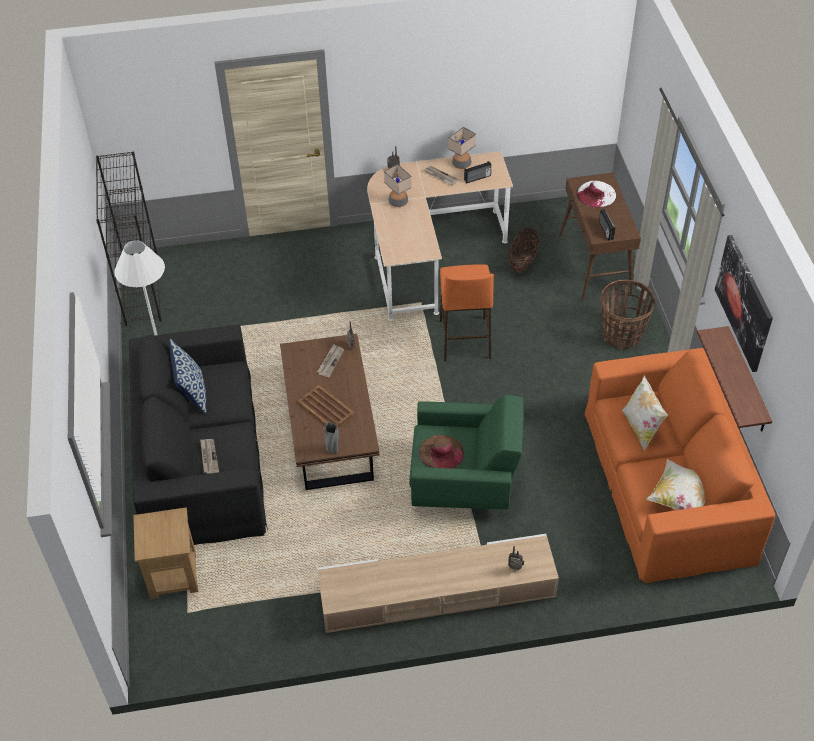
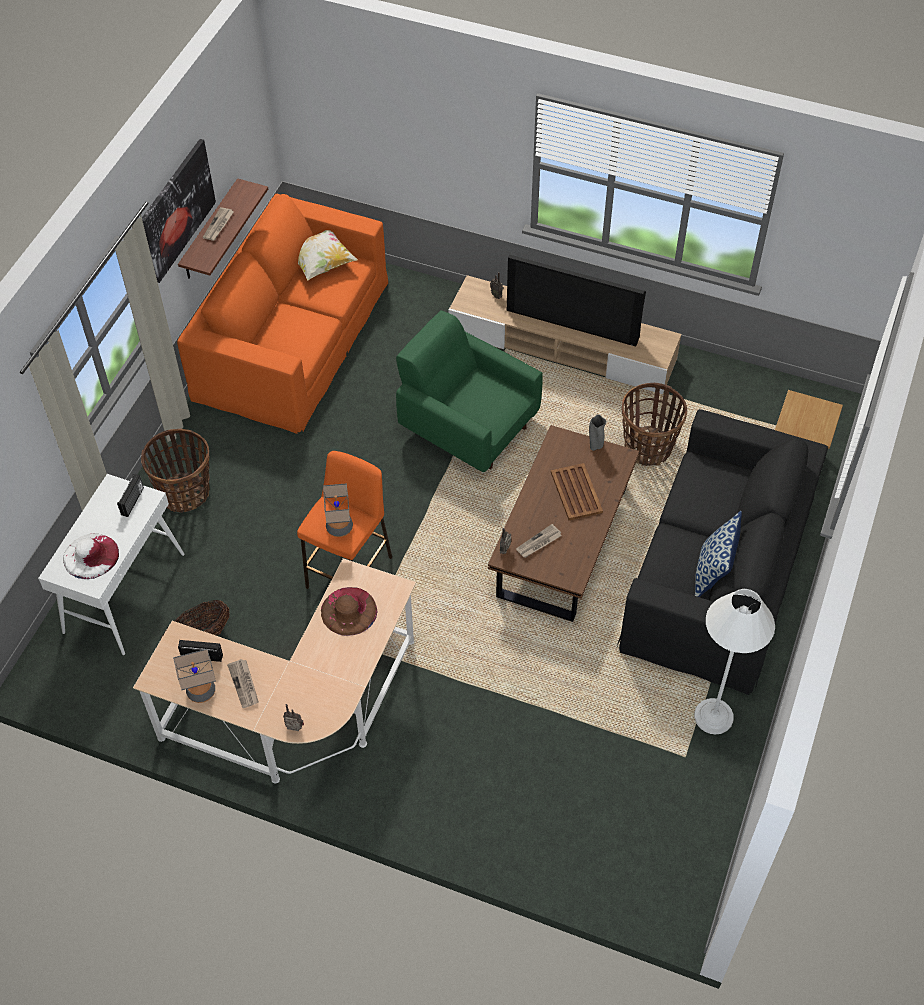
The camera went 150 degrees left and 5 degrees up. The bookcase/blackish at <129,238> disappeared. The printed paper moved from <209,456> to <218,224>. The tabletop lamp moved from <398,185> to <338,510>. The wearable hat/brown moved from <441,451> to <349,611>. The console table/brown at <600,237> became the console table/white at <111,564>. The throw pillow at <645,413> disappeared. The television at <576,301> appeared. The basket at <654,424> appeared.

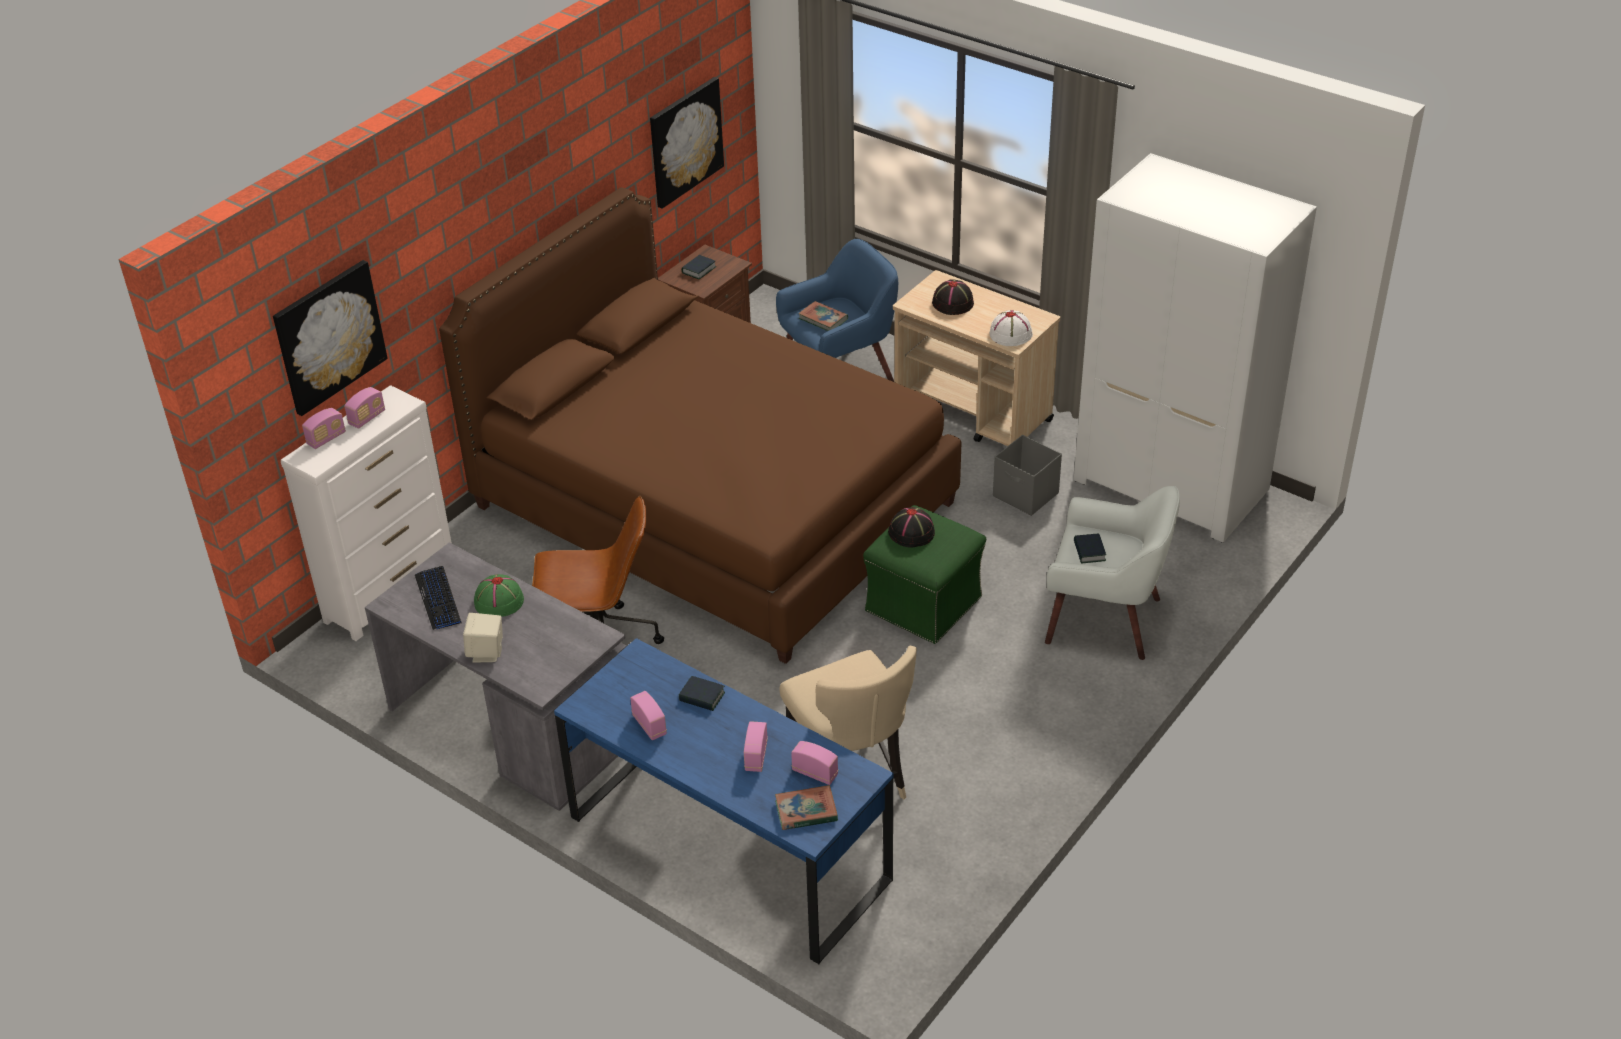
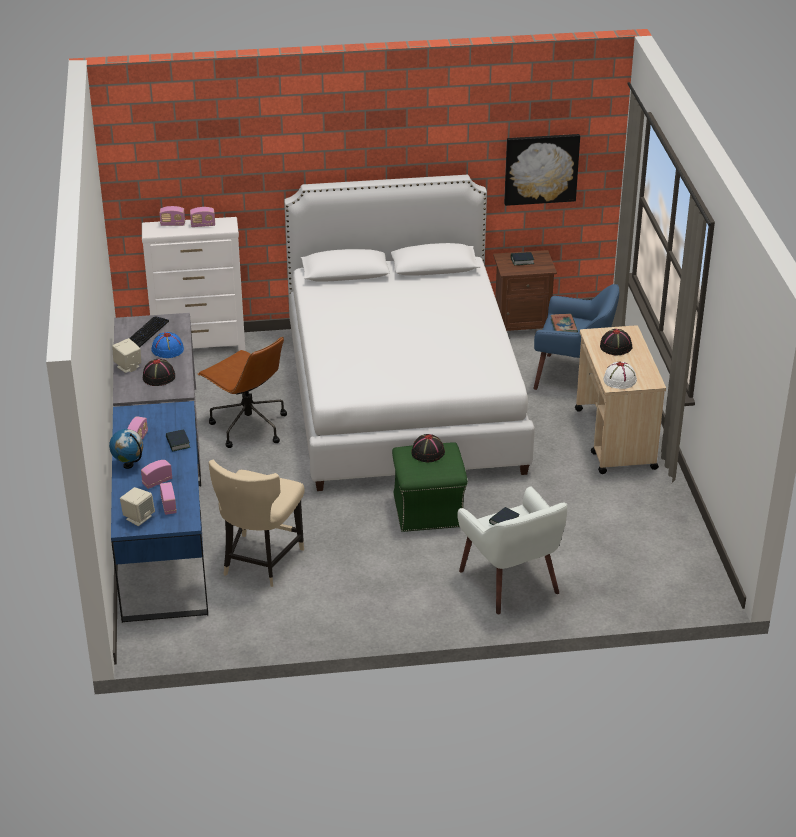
The camera went 45 degrees right and 5 degrees down. The picture at <330,338> disappeared. The bed/brown at <700,425> became the bed/white at <409,333>. The wearable hat/green-coloured at <499,595> became the wearable hat/blue-coloured at <167,345>. The book at <806,807> was replaced by the speaker/beige-coloured at <137,506>. The storage bin/greyish at <1027,475> disappeared. The wardrobe/white at <1195,348> disappeared. The desk globe at <126,449> appeared. The wearable hat/blackish at <159,372> appeared.

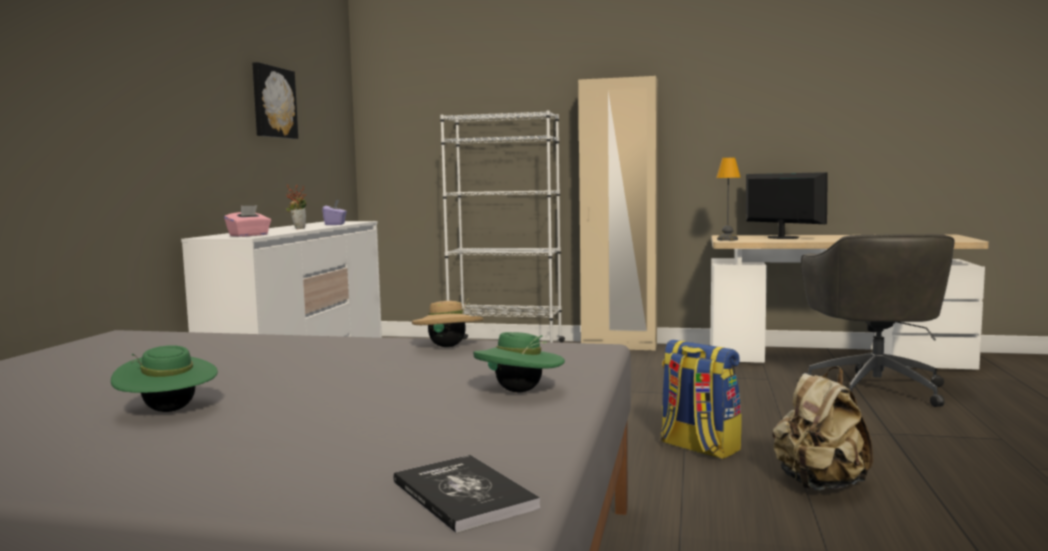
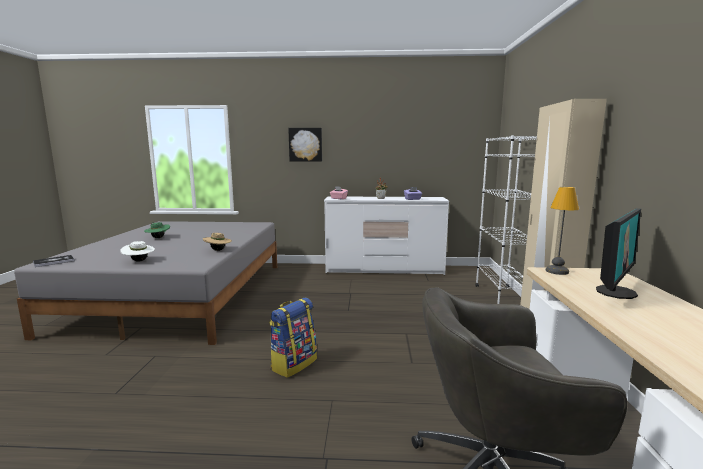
The camera went 80 degrees right and 5 degrees up. The picture moved from <275,100> to <305,145>. The wearable hat/green-coloured at <519,362> became the wearable hat/white at <137,251>. The backpack/beige-coloured at <823,428> disappeared.

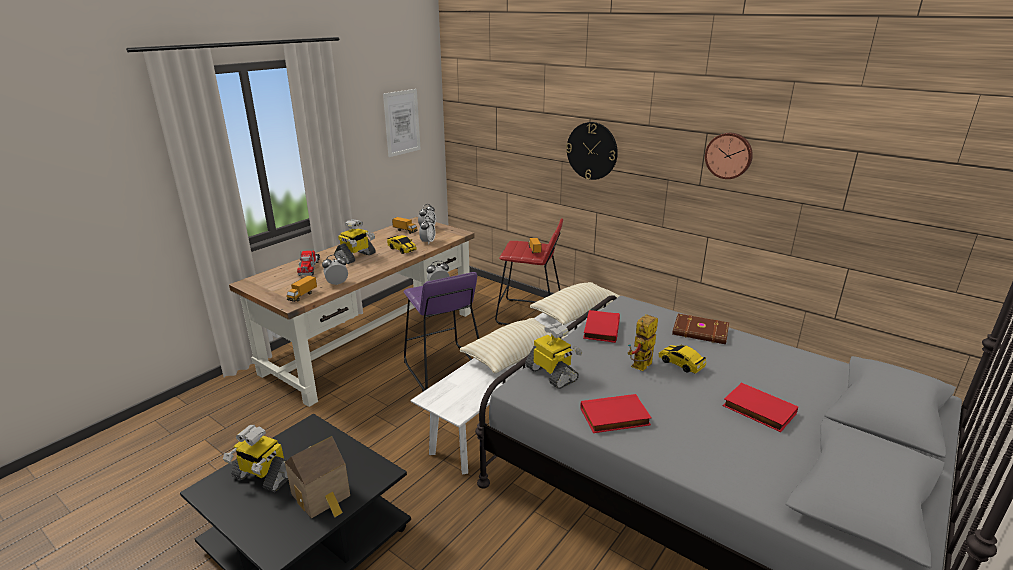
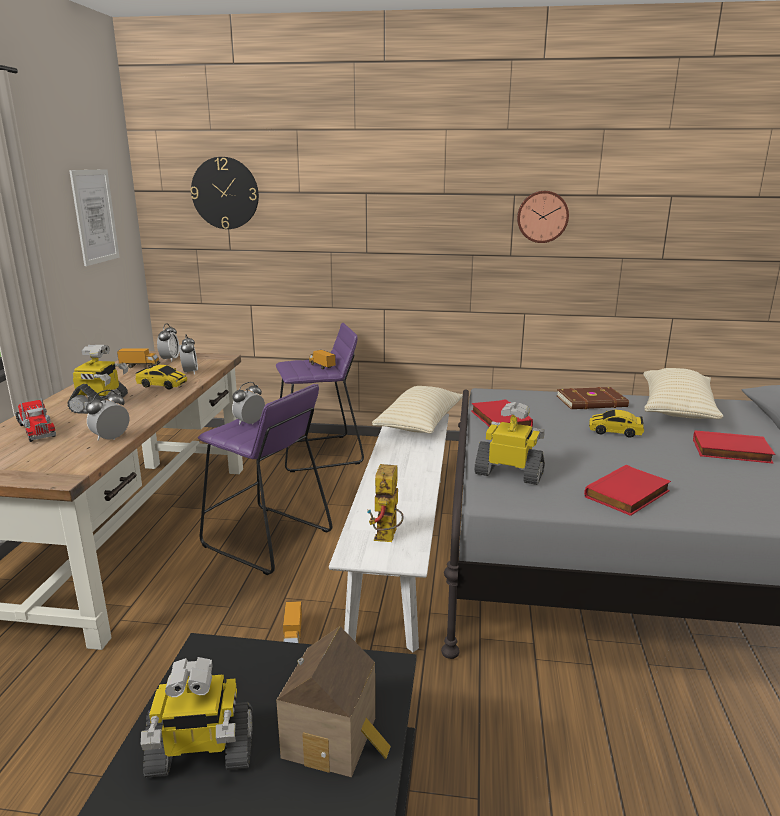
The camera went 30 degrees left and 5 degrees down. The toy lorry moved from <302,289> to <292,622>. The throw pillow/beige-coloured moved from <513,346> to <683,393>. The stool seat/reddish at <529,271> became the stool seat/purple-coloured at <320,397>. The clock on the wall moved from <592,151> to <225,193>. The toy robot moved from <643,342> to <385,503>.

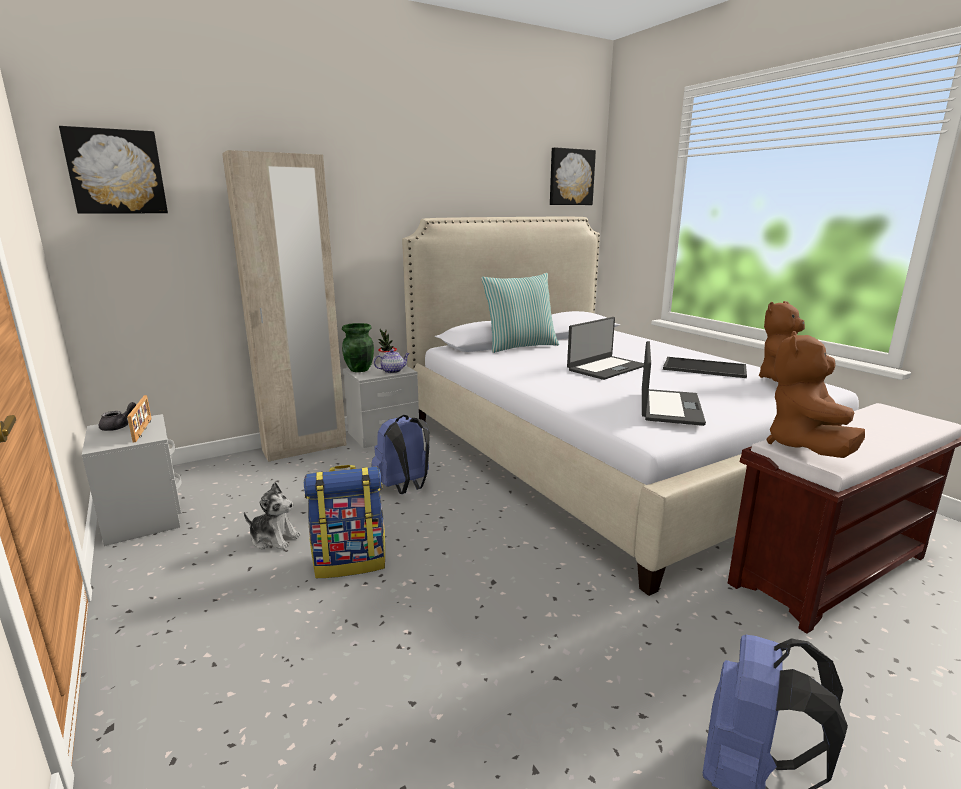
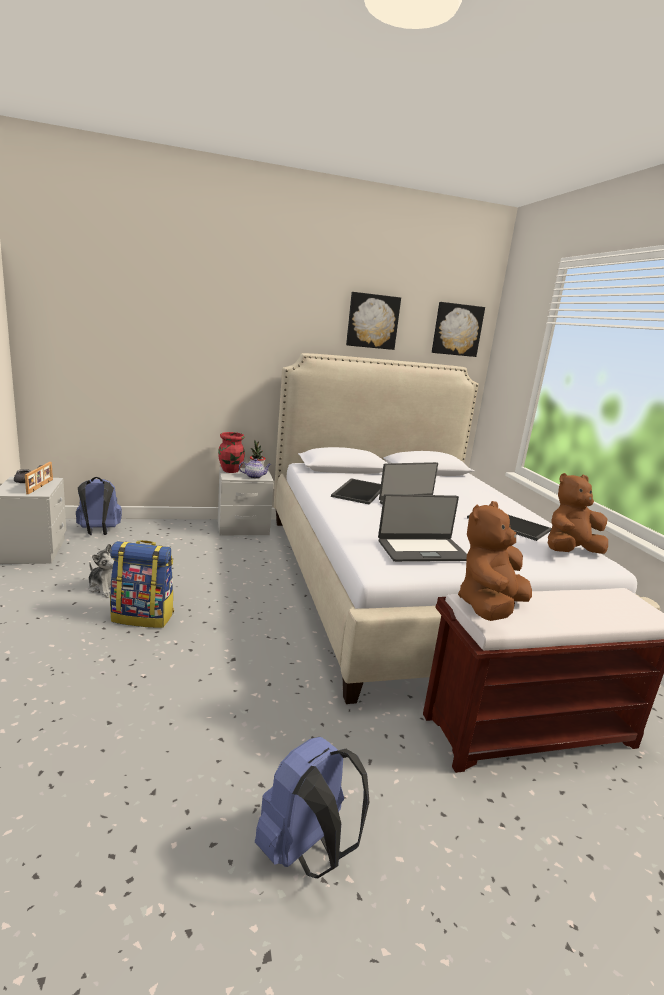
The camera went 15 degrees right and 0 degrees up. The picture moved from <113,170> to <373,321>. The wardrobe/beige-coloured at <284,306> disappeared. The vase/green-coloured at <358,347> became the vase/reddish at <231,452>. The backpack/blue-coloured moved from <401,454> to <99,506>. The throw pillow at <520,313> disappeared. The notebook computer at <674,383> turned 45 degrees clockwise. The carrying tray at <356,491> appeared.

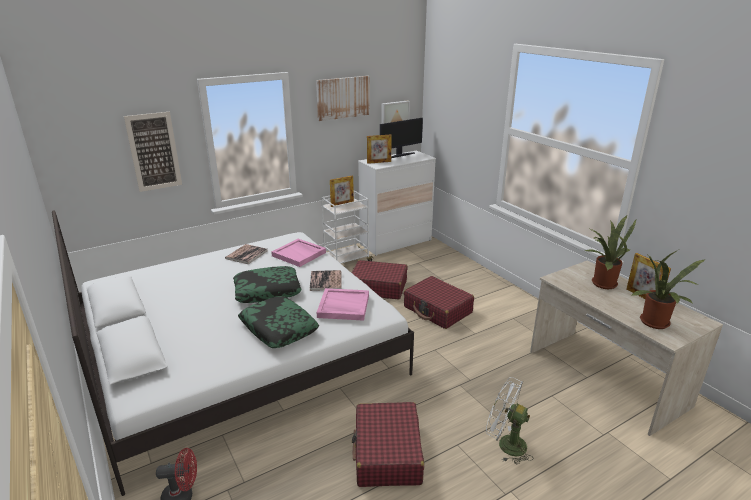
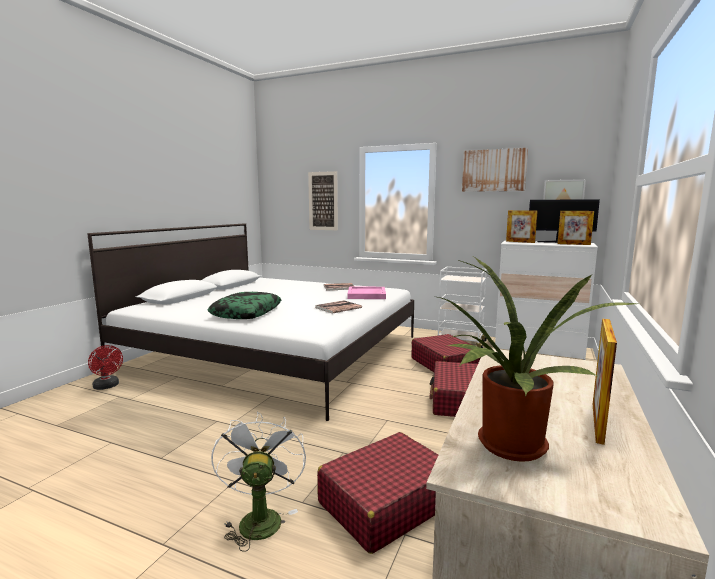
The camera went 55 degrees right and 15 degrees down. The throw pillow at <267,284> disappeared. The carrying tray/pinkish at <343,304> disappeared. The picture frame moved from <342,191> to <575,228>. The piece of luggage/reddish moved from <388,444> to <377,493>. The potted plant at <610,252> disappeared.

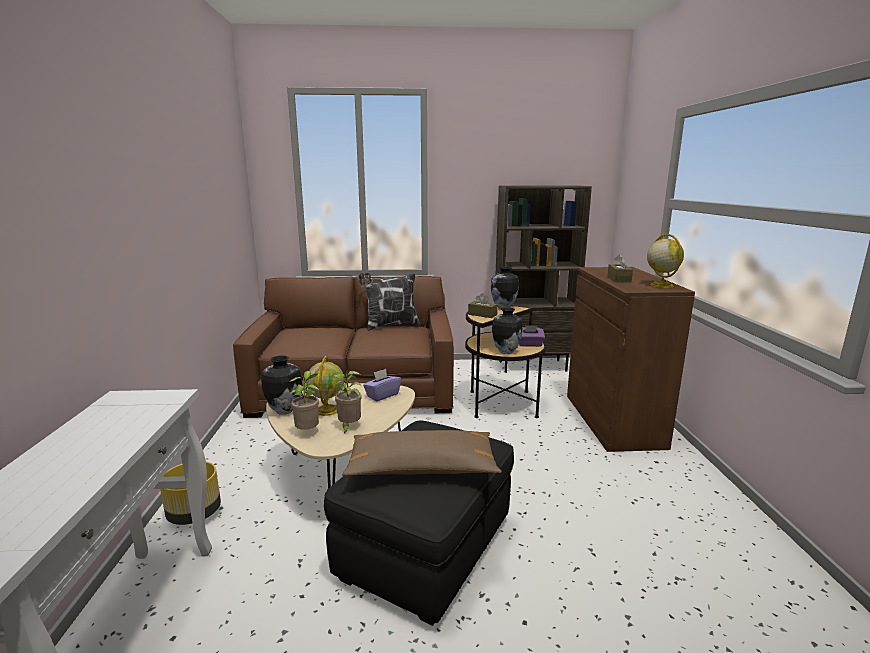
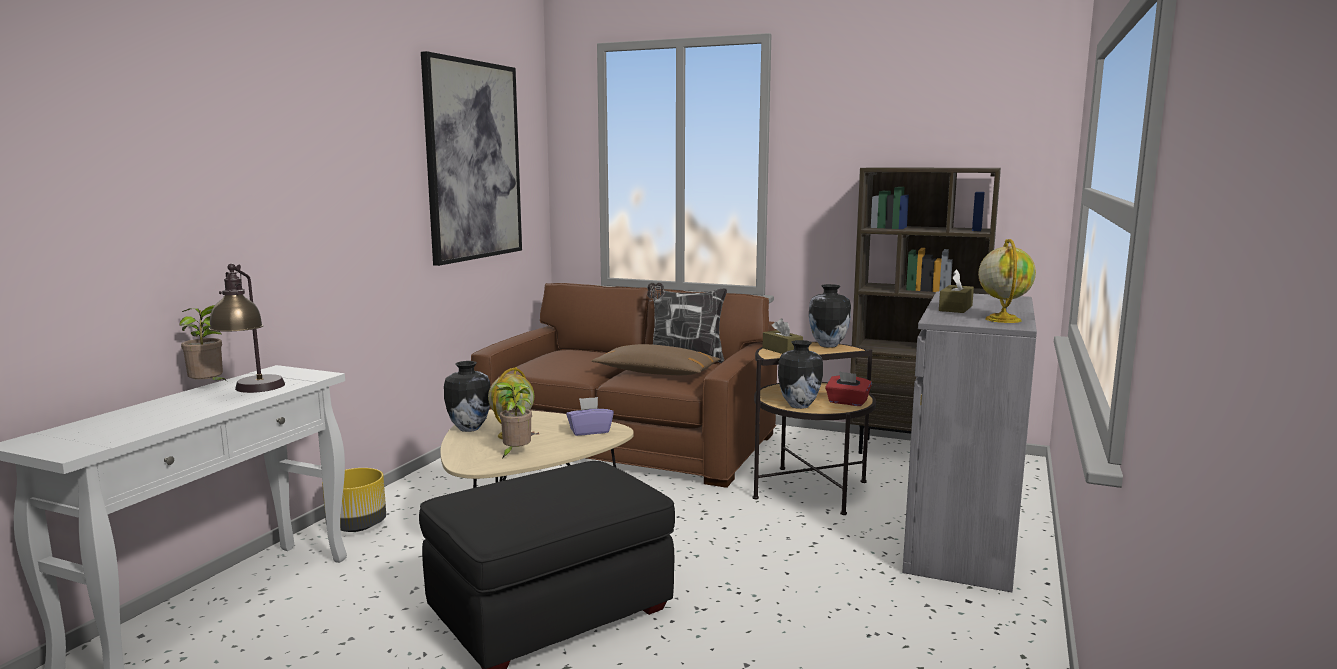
The camera went 25 degrees right and 5 degrees down. The potted plant moved from <304,400> to <203,343>. The throw pillow/brown moved from <422,453> to <656,359>. The tissue holder/purple-coloured at <532,336> became the tissue holder/reddish at <848,388>. The cabinet/brown at <631,359> became the cabinet/greyish at <969,442>. The tabletop lamp at <247,328> appeared. The picture at <471,158> appeared.

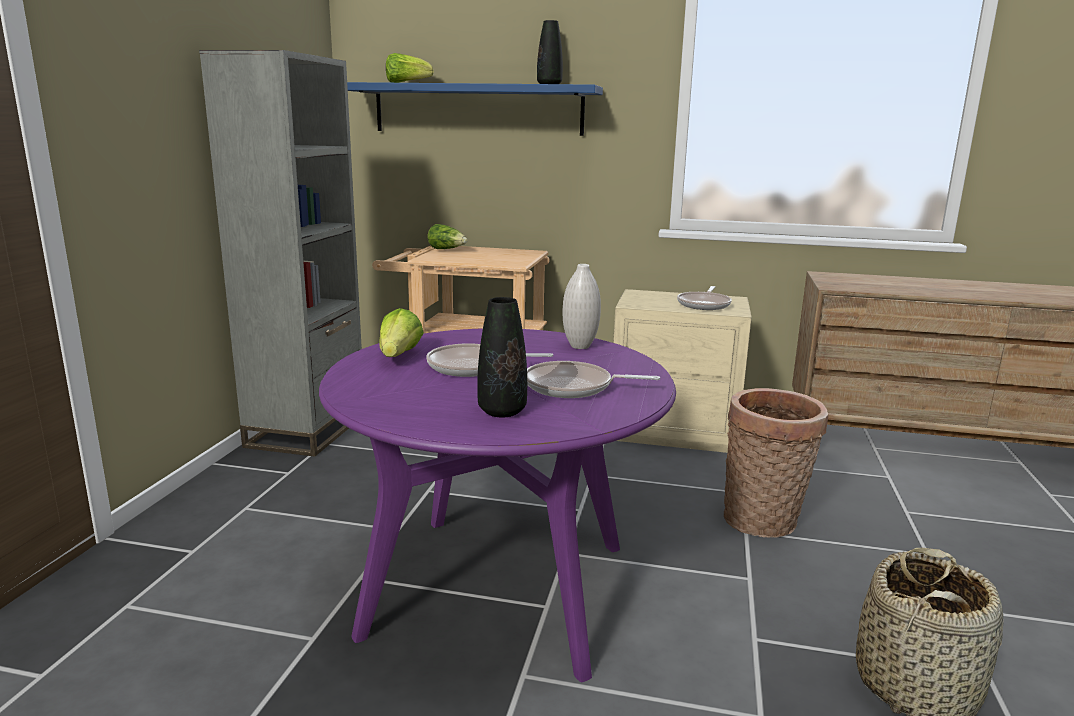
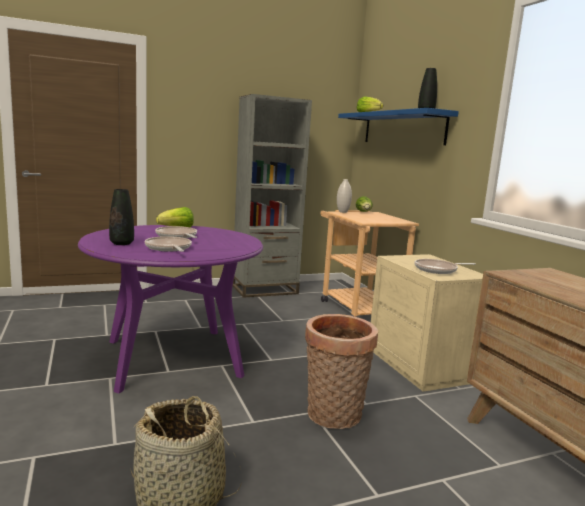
The camera went 55 degrees right and 5 degrees down. The vase/white moved from <582,306> to <344,196>.

